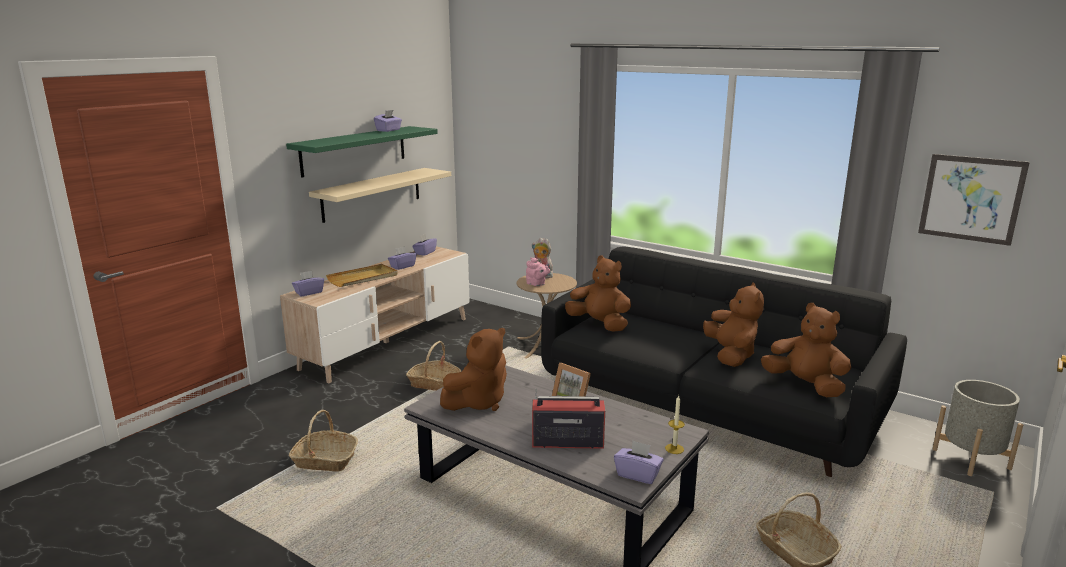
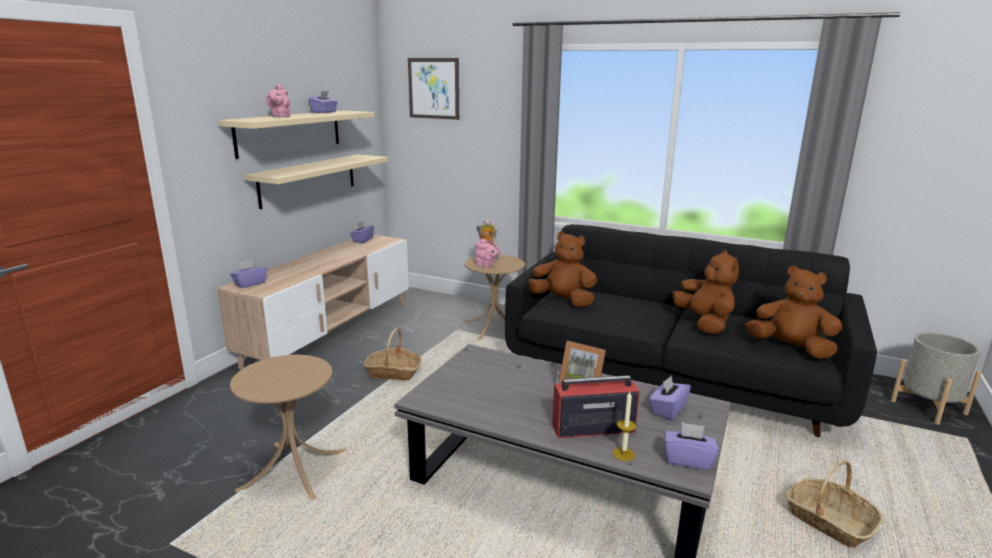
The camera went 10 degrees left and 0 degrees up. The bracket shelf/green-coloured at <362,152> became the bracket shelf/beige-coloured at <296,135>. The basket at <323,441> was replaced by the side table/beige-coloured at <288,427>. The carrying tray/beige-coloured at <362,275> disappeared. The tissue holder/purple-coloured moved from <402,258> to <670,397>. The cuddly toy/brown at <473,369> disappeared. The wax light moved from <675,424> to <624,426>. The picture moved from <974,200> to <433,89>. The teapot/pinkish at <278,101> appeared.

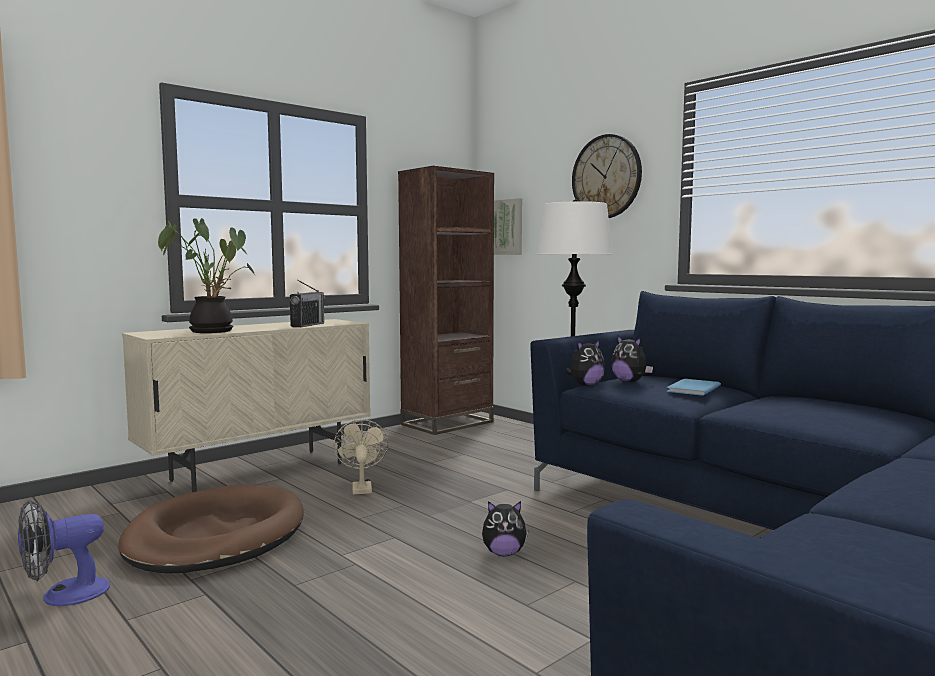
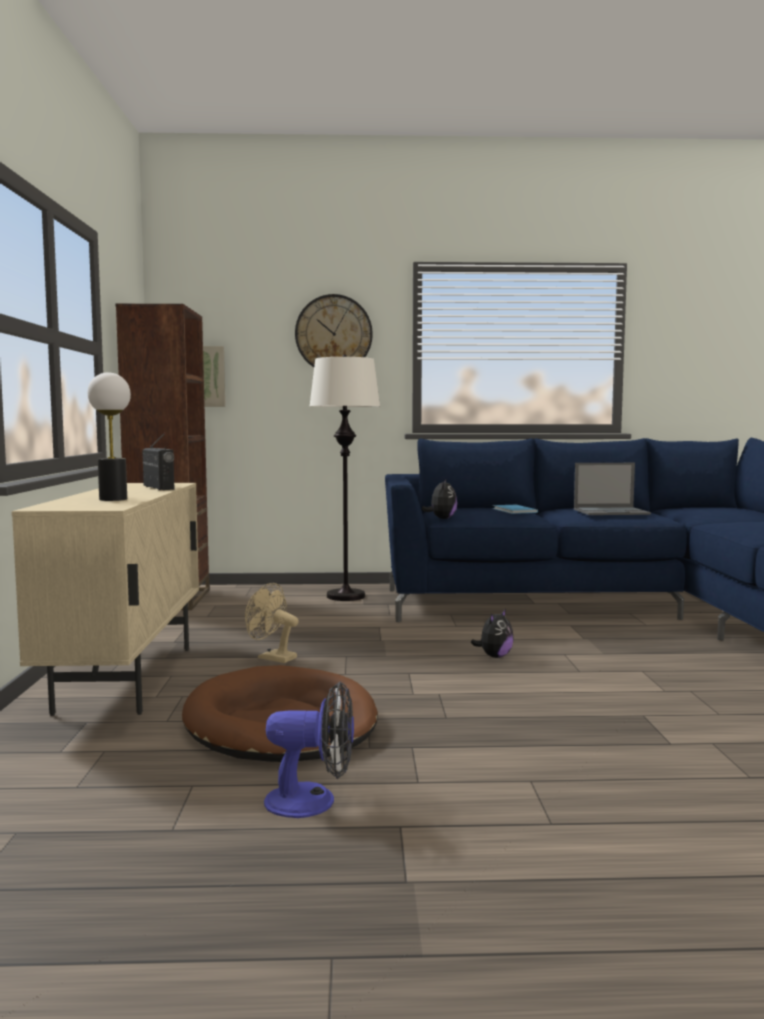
The camera went 50 degrees left and 0 degrees up. The cooling fan at <64,553> turned 90 degrees counterclockwise. The potted plant at <206,275> was replaced by the tabletop lamp at <109,436>. The cuddly toy at <632,358> disappeared. The notebook computer at <612,489> appeared.

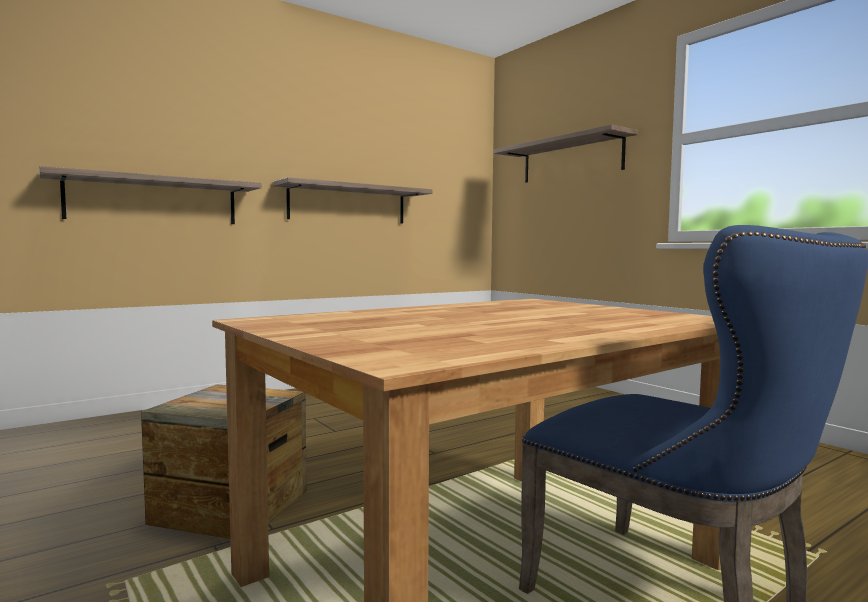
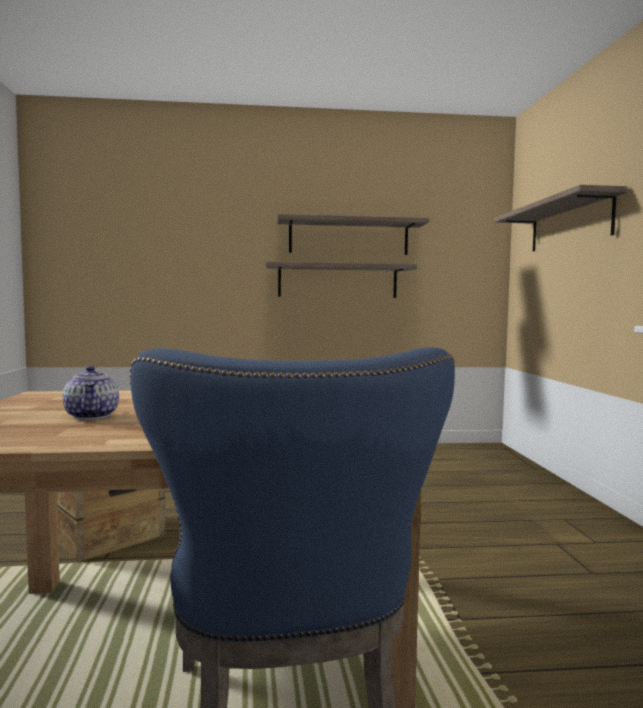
The camera went 30 degrees right and 0 degrees up. The bracket shelf moved from <150,195> to <353,234>. The teapot at <91,393> appeared.

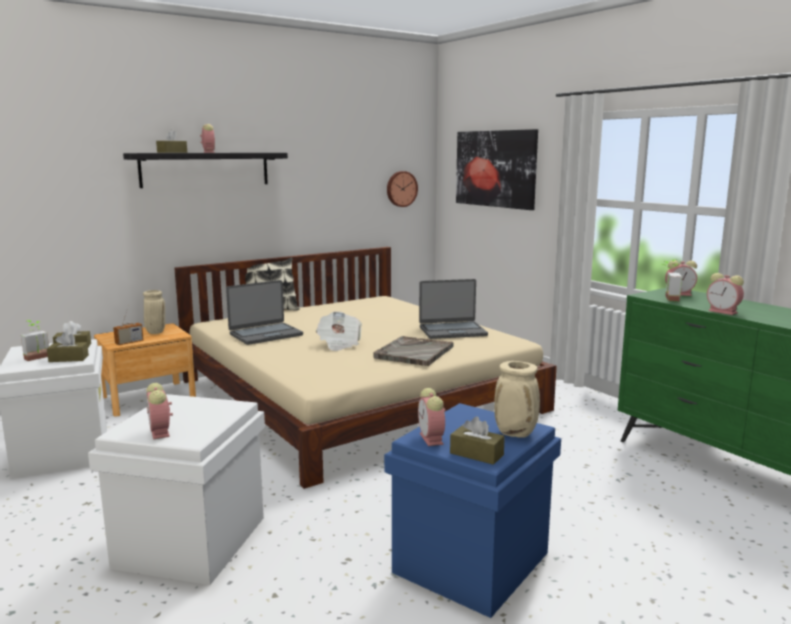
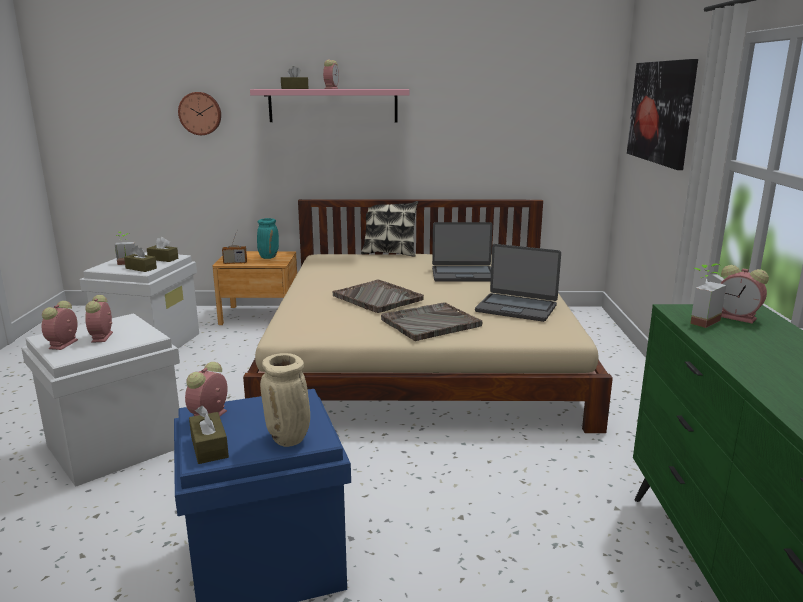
The camera went 35 degrees right and 5 degrees up. The bracket shelf/blackish at <205,170> became the bracket shelf/pinkish at <330,105>. The vase/beige-coloured at <154,312> became the vase/blue-green at <268,238>. The notebook computer moved from <264,312> to <462,252>. The printed paper at <339,331> was replaced by the carrying tray/greyish at <378,296>. The clock on the wall moved from <402,189> to <199,113>. The alarm clock moved from <725,294> to <99,319>.

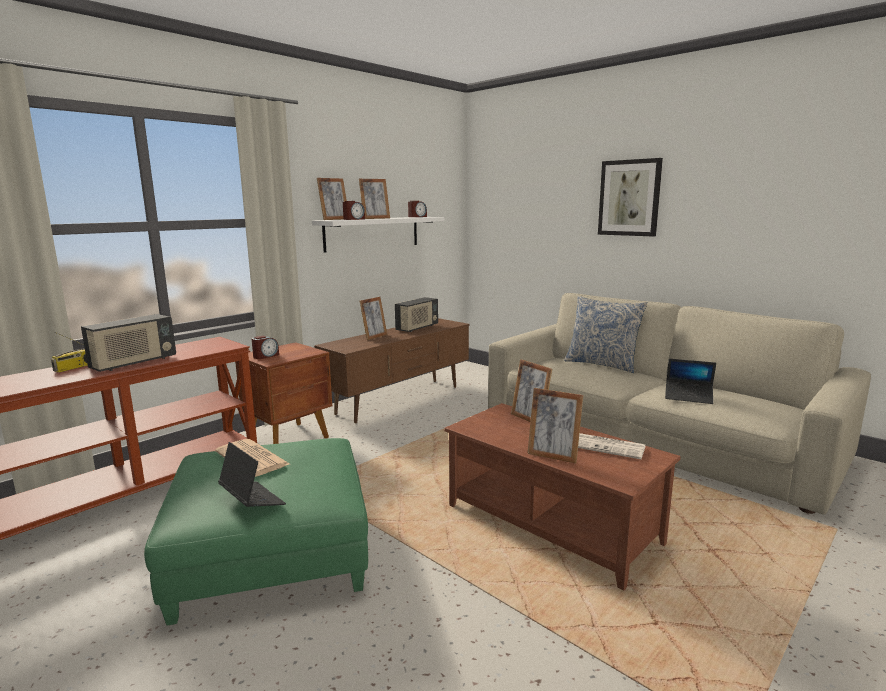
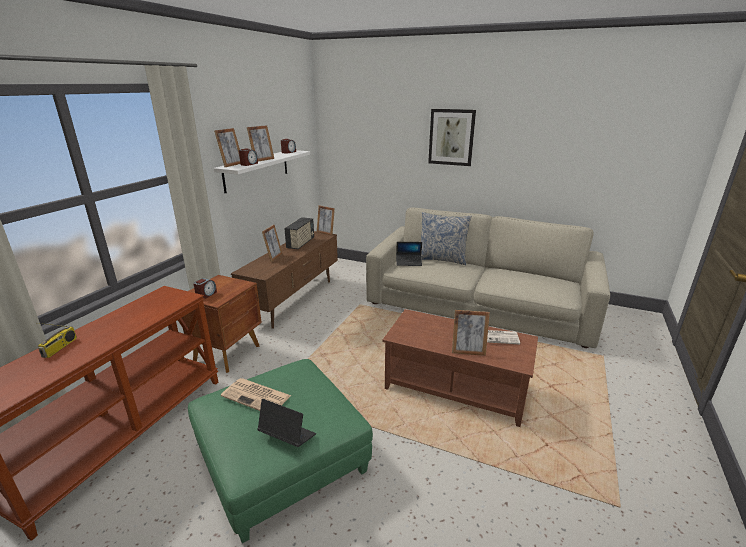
The camera went 20 degrees left and 10 degrees up. The radio receiver at <128,343> disappeared. The picture frame moved from <531,390> to <326,220>. The notebook computer moved from <690,381> to <409,254>.

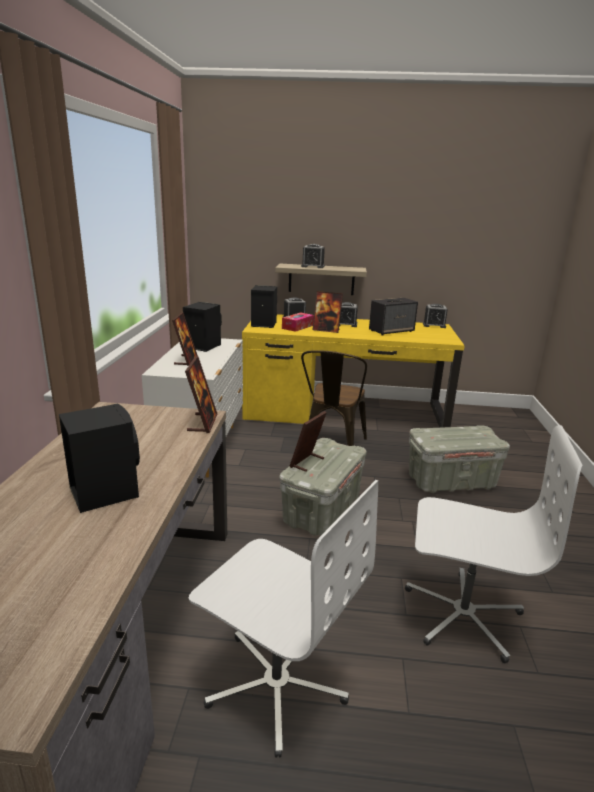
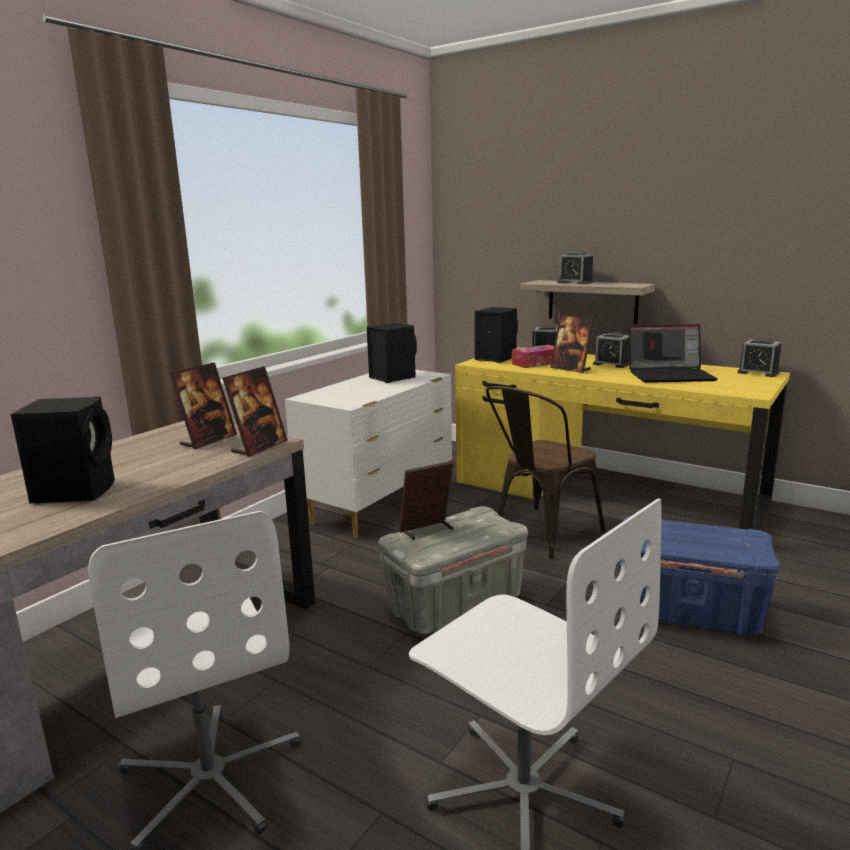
The camera went 30 degrees right and 5 degrees down. The picture frame moved from <185,339> to <203,406>. The speaker at <393,316> was replaced by the notebook computer at <673,353>. The storage bin/greyish at <459,459> became the storage bin/blue-coloured at <699,576>.

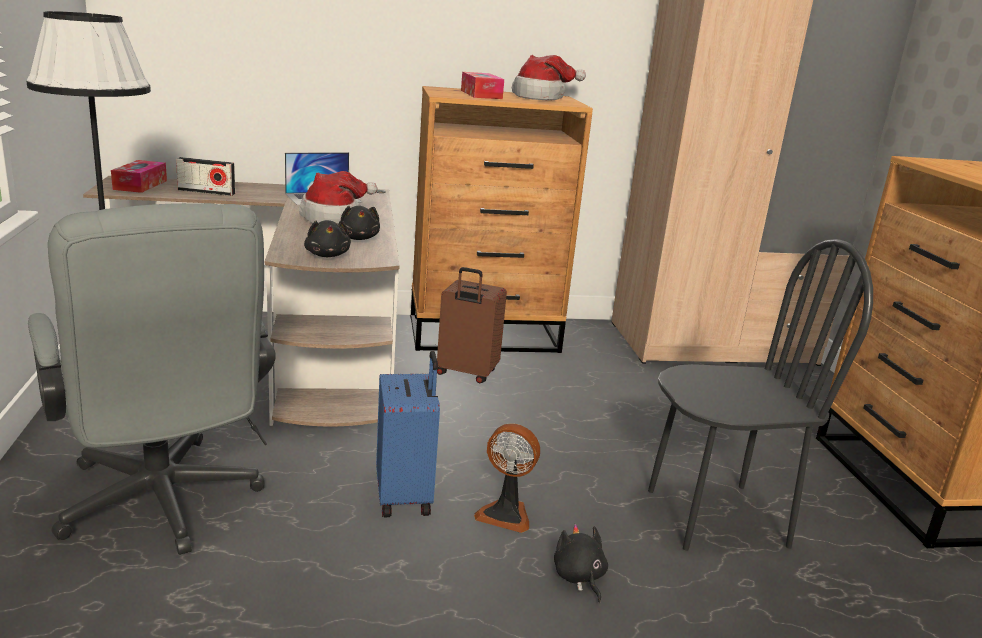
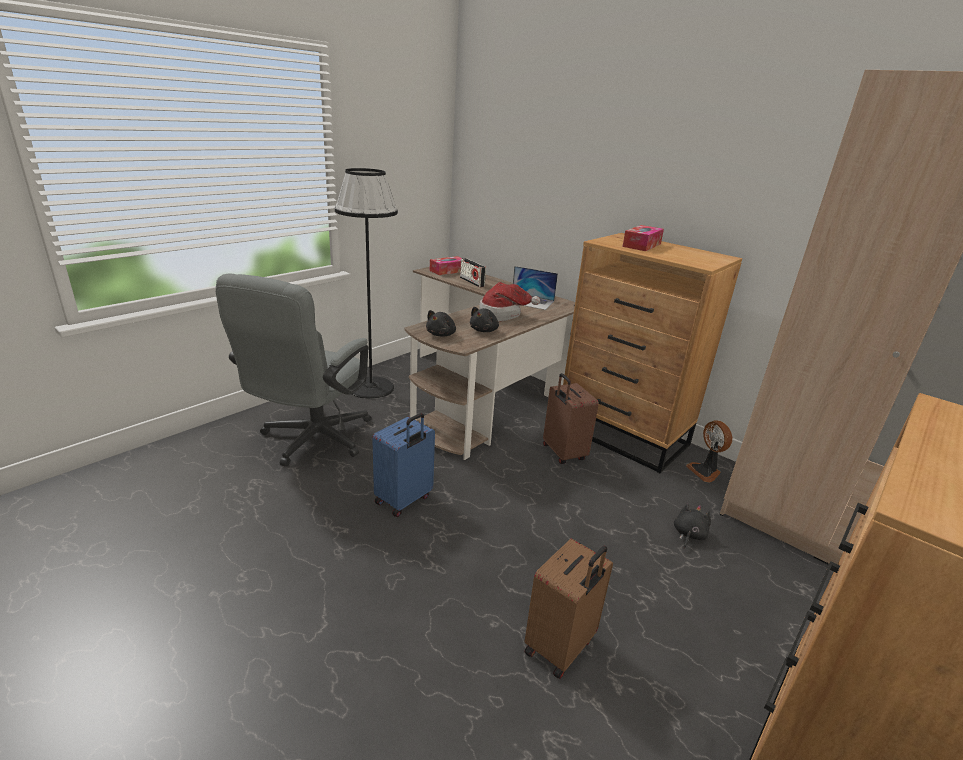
The camera went 50 degrees right and 5 degrees up. The cooling fan moved from <507,478> to <709,451>. The wearable hat at <549,78> disappeared. The cuddly toy/blackish moved from <581,563> to <692,526>. The upright chair/blackish at <760,395> was replaced by the piece of luggage/brown at <569,608>.

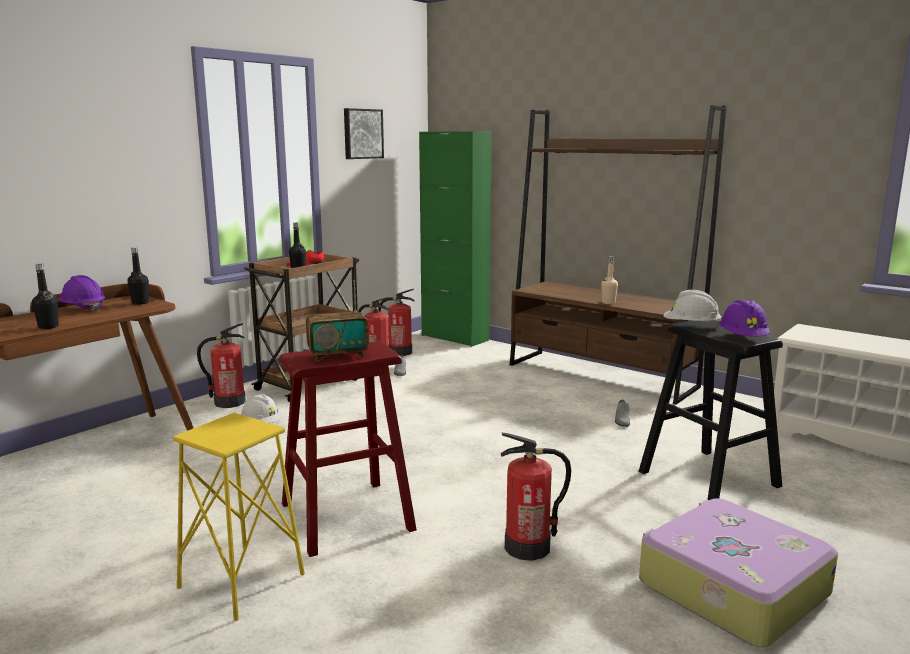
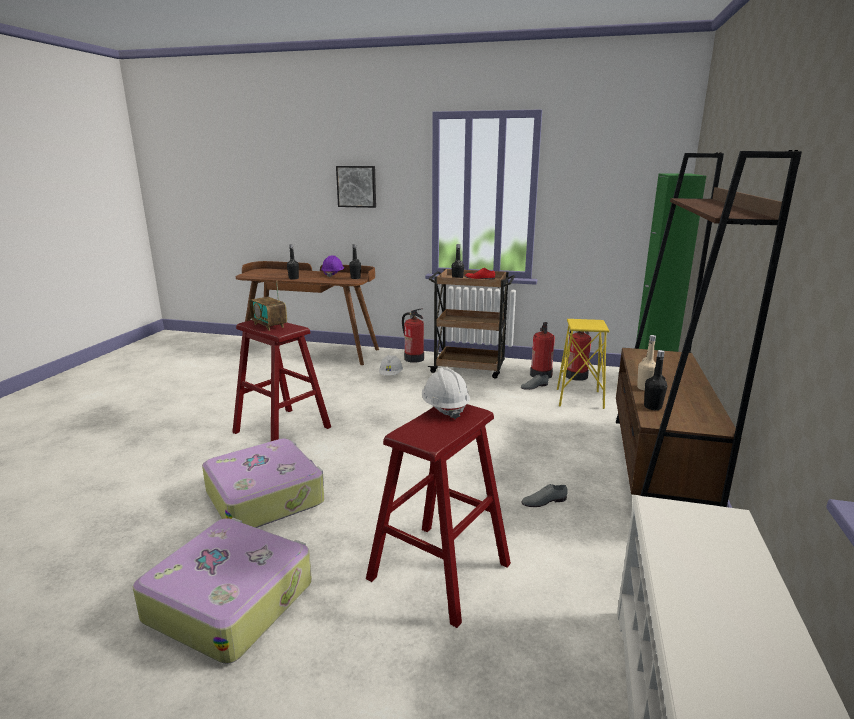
The camera went 65 degrees right and 5 degrees up. The stool seat/yellow moved from <239,517> to <583,364>. The picture moved from <364,133> to <356,187>. The extinguisher at <536,496> was replaced by the piece of luggage at <263,483>. The stool seat/blackish at <711,410> became the stool seat/reddish at <438,516>. The work helmet/purple-coloured at <745,318> disappeared. The drink bottle/blackish at <655,380> appeared.

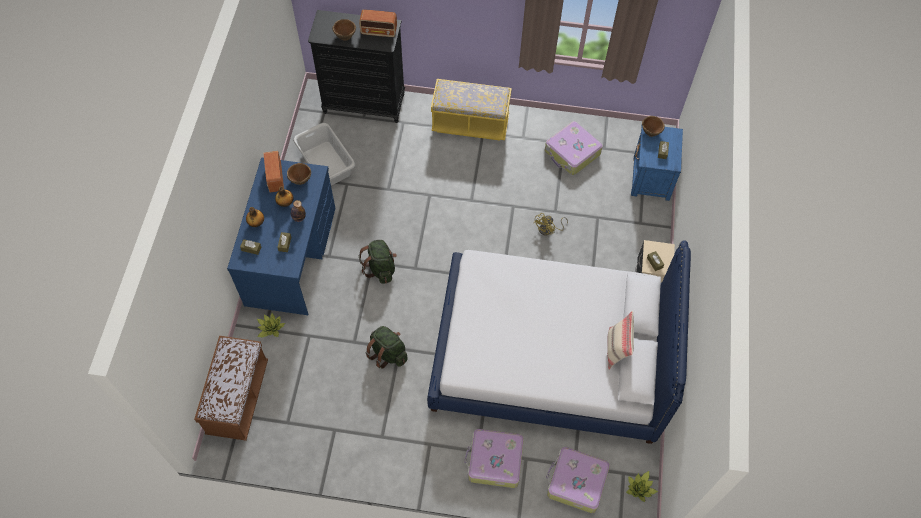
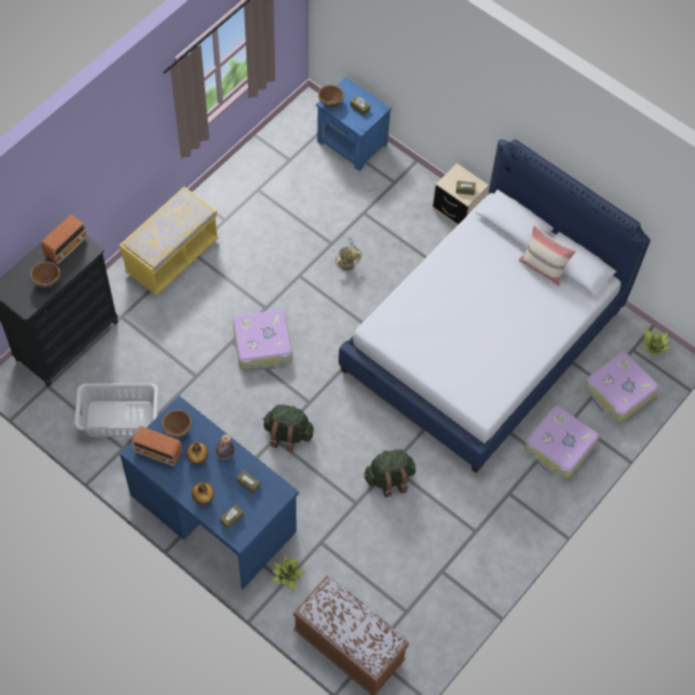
The camera went 60 degrees left and 0 degrees up. The piece of luggage moved from <574,148> to <262,339>.

